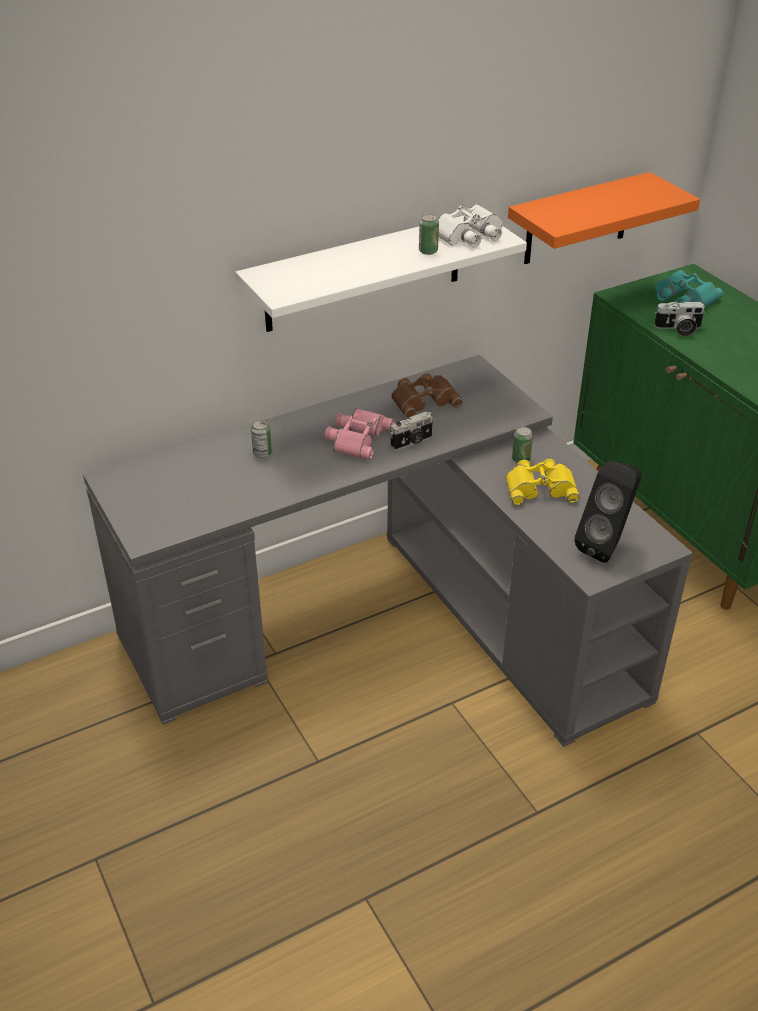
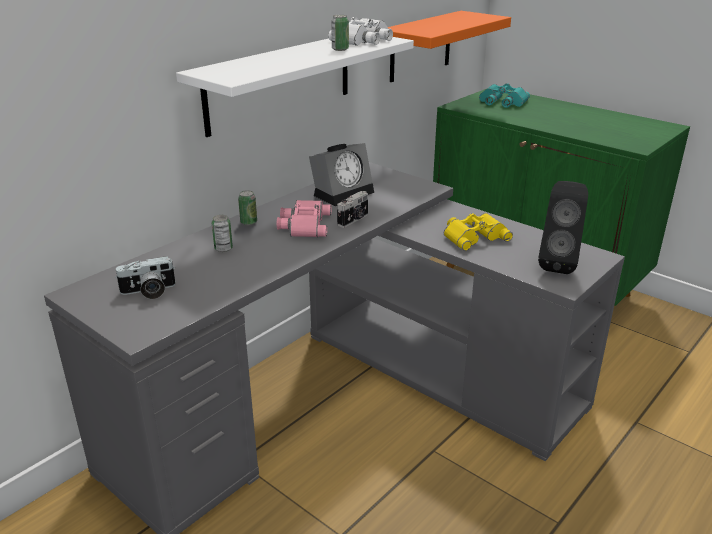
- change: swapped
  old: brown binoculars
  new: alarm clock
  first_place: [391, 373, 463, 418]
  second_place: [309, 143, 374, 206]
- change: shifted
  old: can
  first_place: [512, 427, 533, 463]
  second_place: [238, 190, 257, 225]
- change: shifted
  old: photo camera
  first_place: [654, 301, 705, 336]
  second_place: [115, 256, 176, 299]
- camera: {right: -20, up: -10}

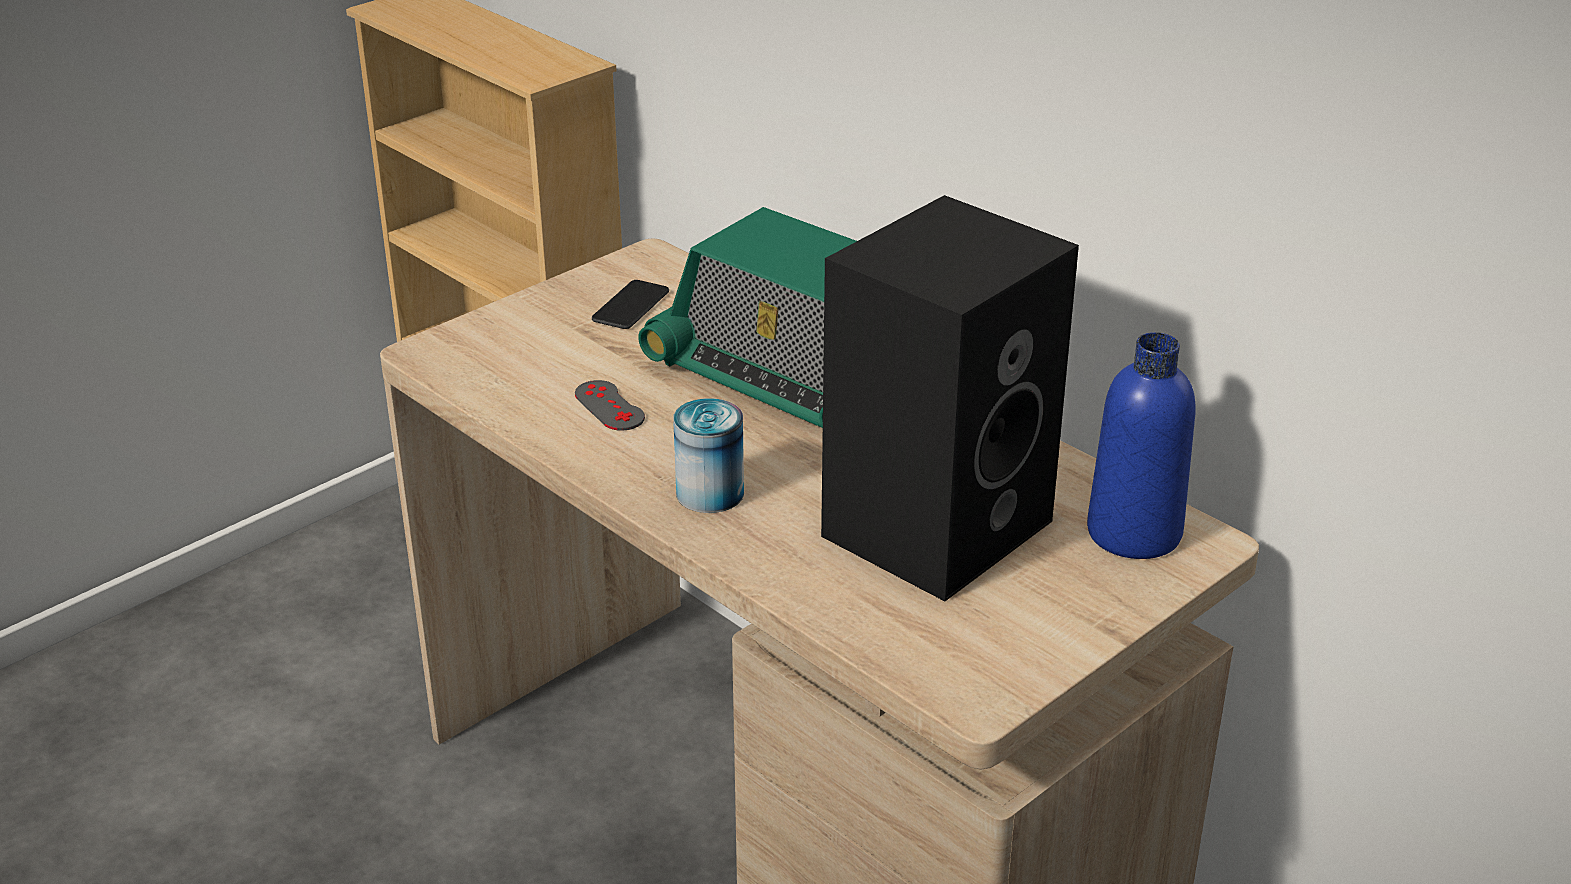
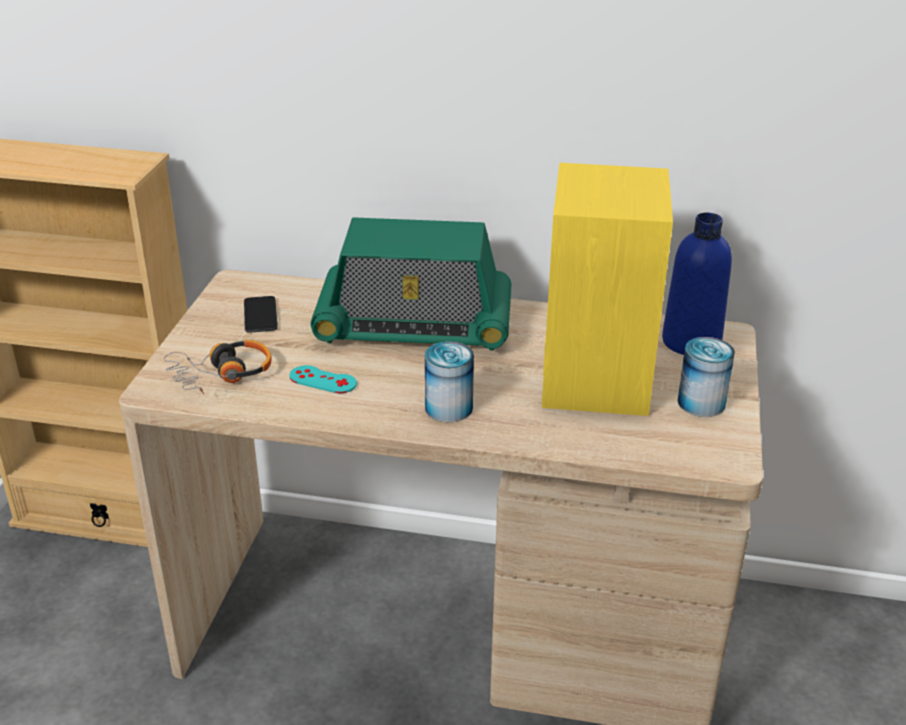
- change: repainted
  old: grey game controller
  new: turquoise game controller
  first_place: [575, 380, 645, 431]
  second_place: [289, 365, 357, 394]
- change: repainted
  old: black speaker
  new: yellow speaker
  first_place: [821, 195, 1079, 601]
  second_place: [542, 163, 673, 416]
- change: new
  new: headphones
  second_place: [164, 340, 272, 394]
- change: new
  new: can
  second_place: [678, 337, 735, 417]
- camera: {right: -35, up: 0}

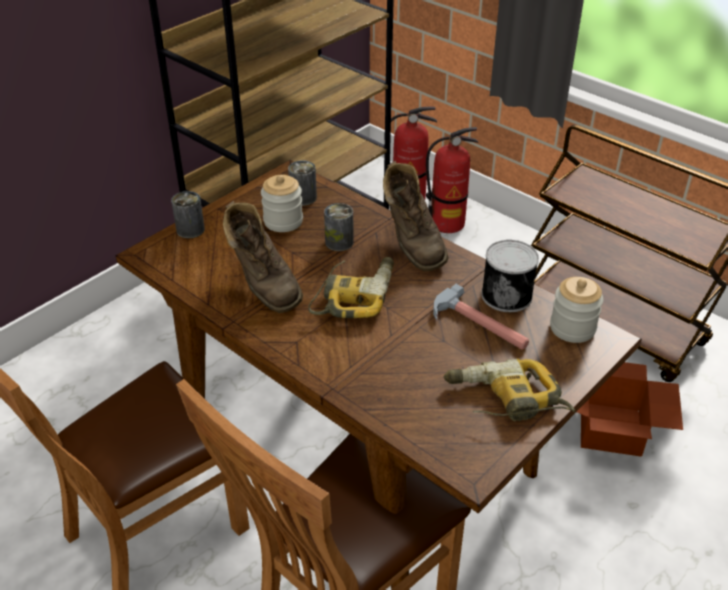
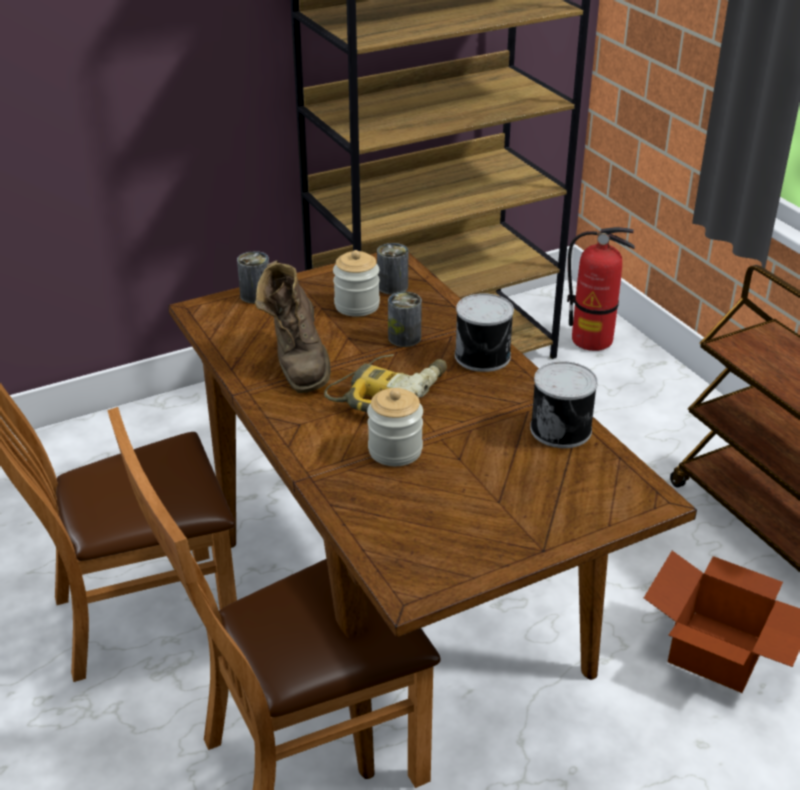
- change: swapped
  old: brown boot
  new: can
  first_place: [383, 161, 449, 271]
  second_place: [455, 293, 514, 372]
- change: gone
  old: fire extinguisher
  first_place: [426, 127, 478, 233]
- change: gone
  old: hammer
  first_place: [433, 284, 529, 350]
- change: gone
  old: power drill
  first_place: [444, 358, 575, 421]
- change: shifted
  old: jar
  first_place: [550, 277, 603, 343]
  second_place: [367, 388, 423, 466]
- camera: {right: 20, up: -5}

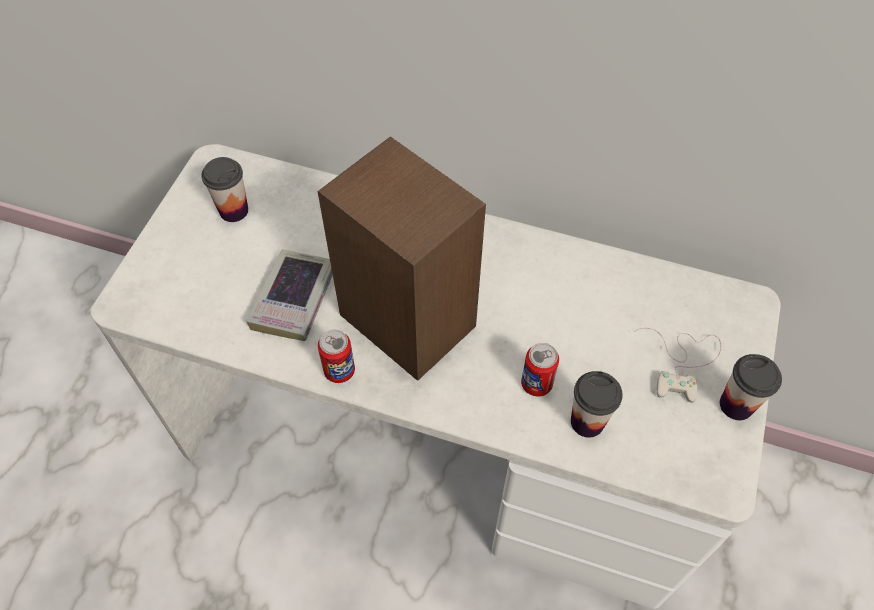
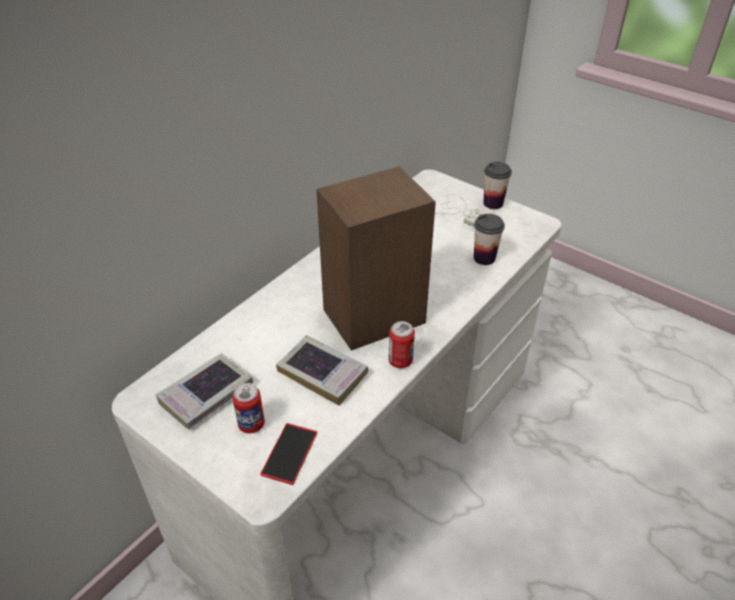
- change: swapped
  old: cup
  new: book
  first_place: [201, 157, 248, 222]
  second_place: [155, 353, 253, 430]
- change: shifted
  old: can
  first_place: [521, 343, 559, 396]
  second_place: [232, 383, 265, 434]
- change: new
  new: phone
  second_place: [260, 423, 317, 485]
- camera: {right: -70, up: -15}

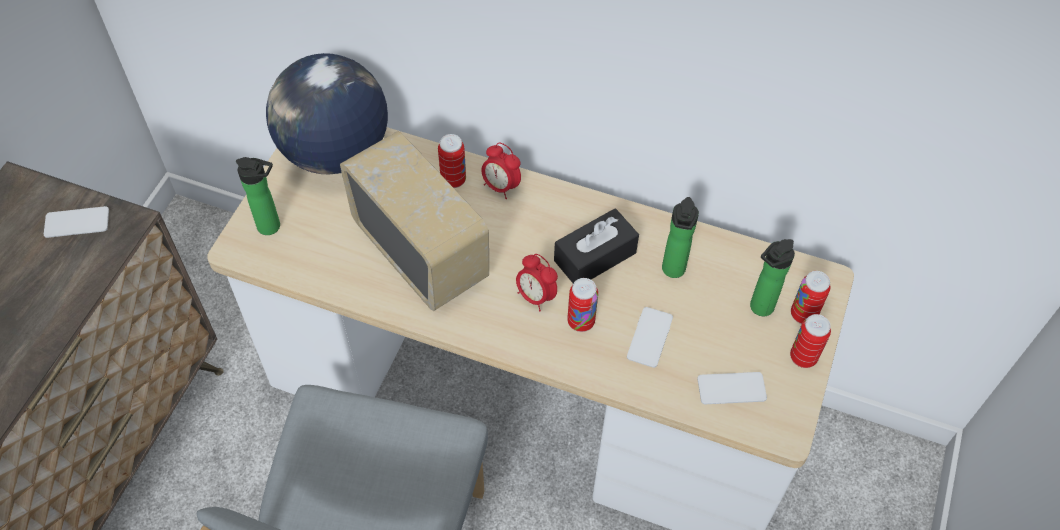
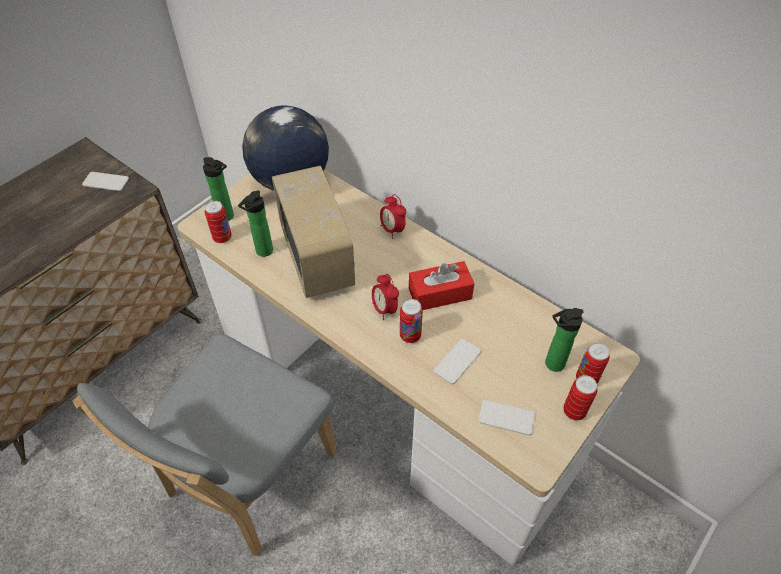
- change: shifted
  old: can
  first_place: [438, 134, 466, 188]
  second_place: [205, 201, 232, 243]
- change: repainted
  old: black tissue box
  new: red tissue box
  first_place: [554, 208, 639, 283]
  second_place: [409, 261, 474, 310]
- change: shifted
  old: bottle
  first_place: [662, 197, 699, 278]
  second_place: [238, 190, 273, 257]
- camera: {right: 20, up: -5}

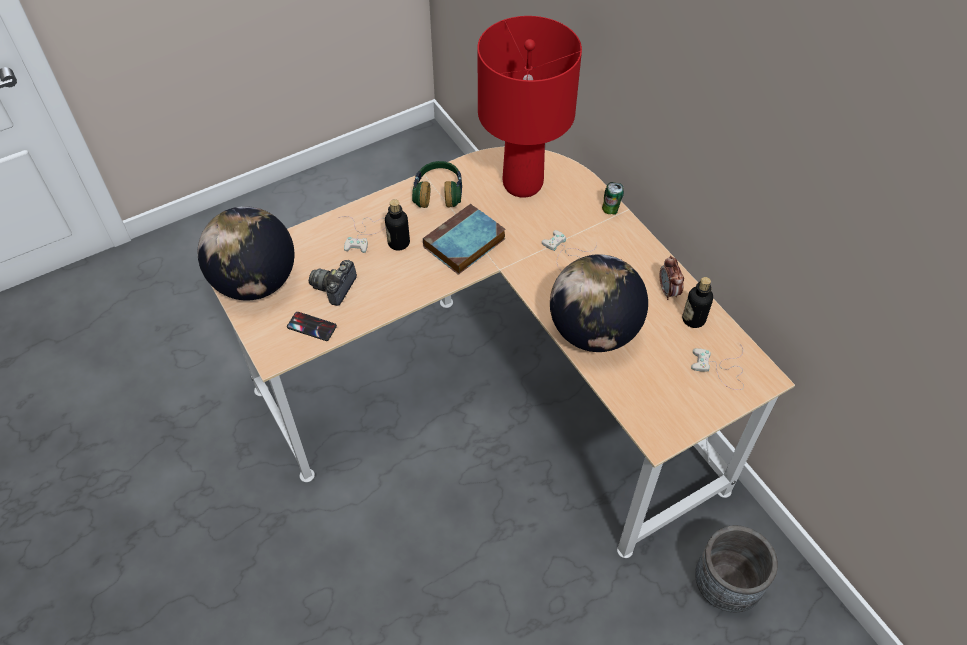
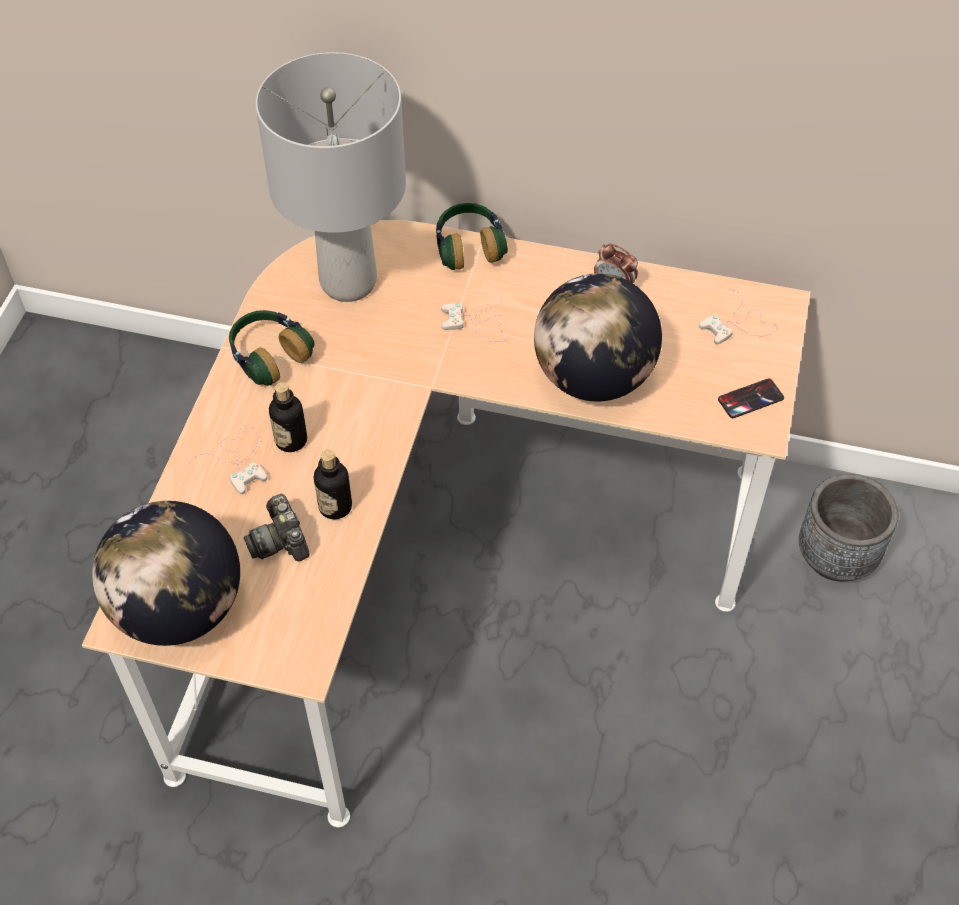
- change: shifted
  old: phone
  first_place: [287, 312, 337, 341]
  second_place: [718, 378, 784, 418]
- change: gone
  old: book
  first_place: [423, 204, 506, 275]
- change: repainted
  old: red table lamp
  new: grey table lamp
  first_place: [477, 16, 582, 198]
  second_place: [255, 52, 406, 302]
- change: swapped
  old: can
  new: headphones
  first_place: [602, 182, 624, 215]
  second_place: [436, 203, 508, 270]
- change: shifted
  old: bottle
  first_place: [682, 277, 713, 328]
  second_place: [314, 450, 352, 519]
- camera: {right: -45, up: 0}

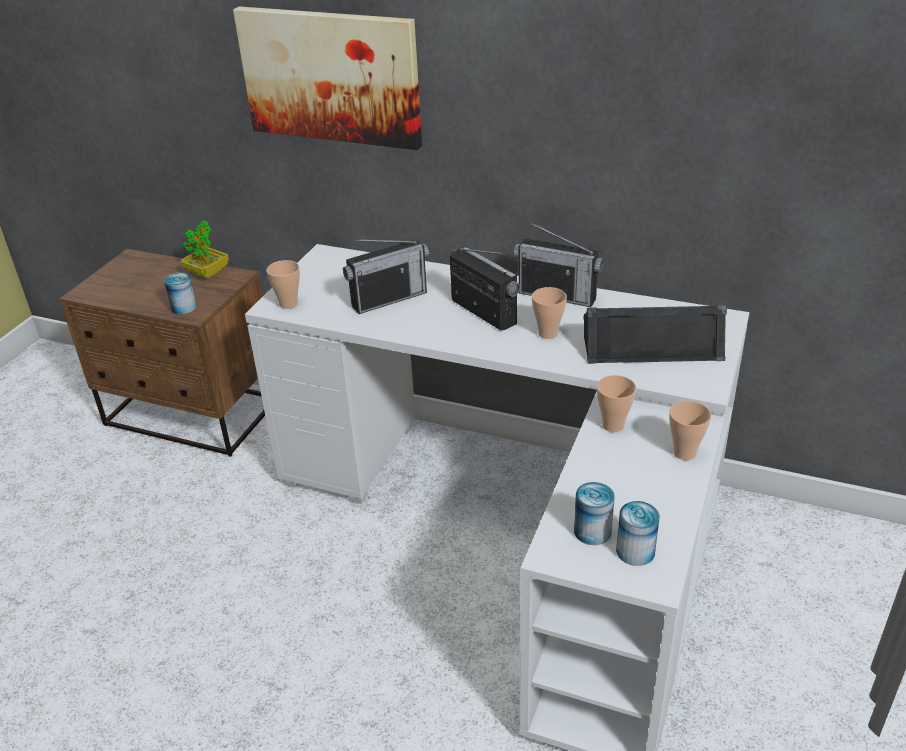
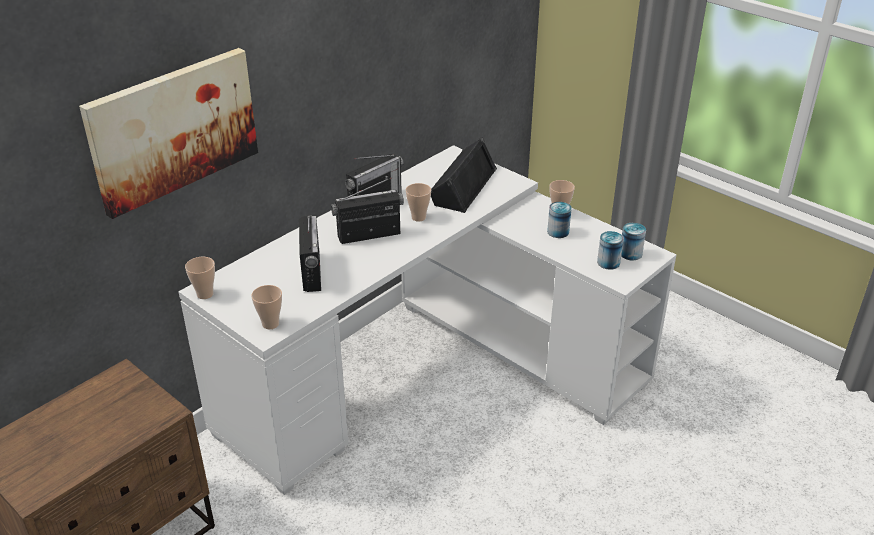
- change: shifted
  old: can
  first_place: [164, 272, 197, 314]
  second_place: [547, 202, 572, 238]
- change: gone
  old: potted plant
  first_place: [180, 220, 229, 278]
- change: shifted
  old: cup
  first_place: [597, 375, 636, 432]
  second_place: [185, 257, 215, 299]
- camera: {right: -70, up: 0}

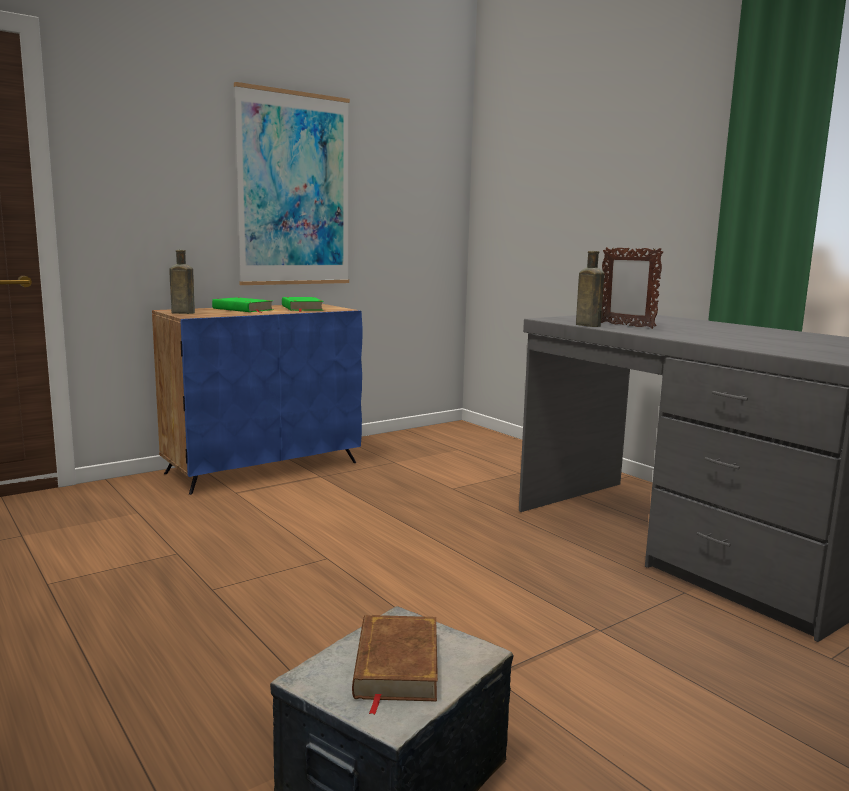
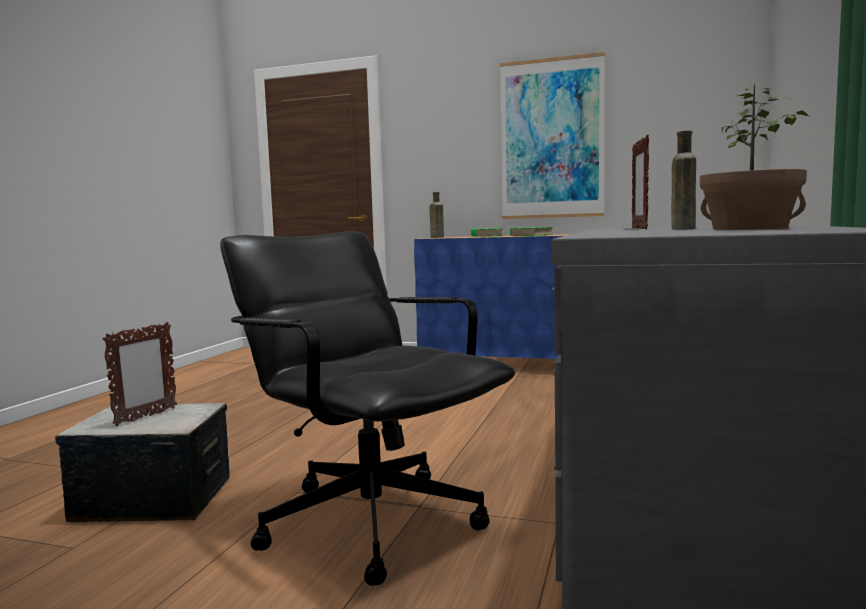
- change: swapped
  old: brown book
  new: picture frame
  first_place: [352, 615, 438, 715]
  second_place: [103, 322, 177, 426]
- change: shifted
  old: brown bottle
  first_place: [576, 251, 605, 327]
  second_place: [671, 130, 696, 230]
- change: new
  new: black office chair
  second_place: [220, 231, 515, 586]
- change: new
  new: potted plant
  second_place: [700, 83, 809, 230]
- camera: {right: 55, up: -5}

